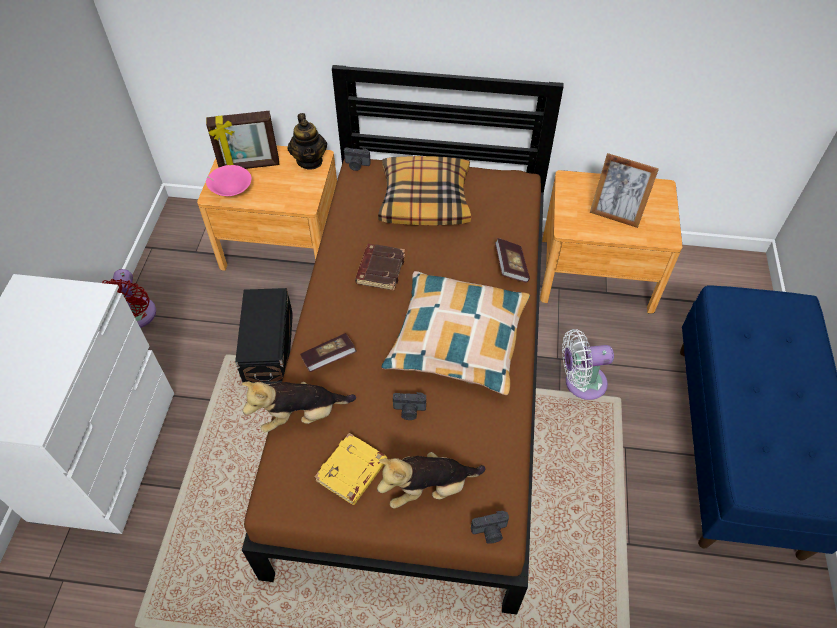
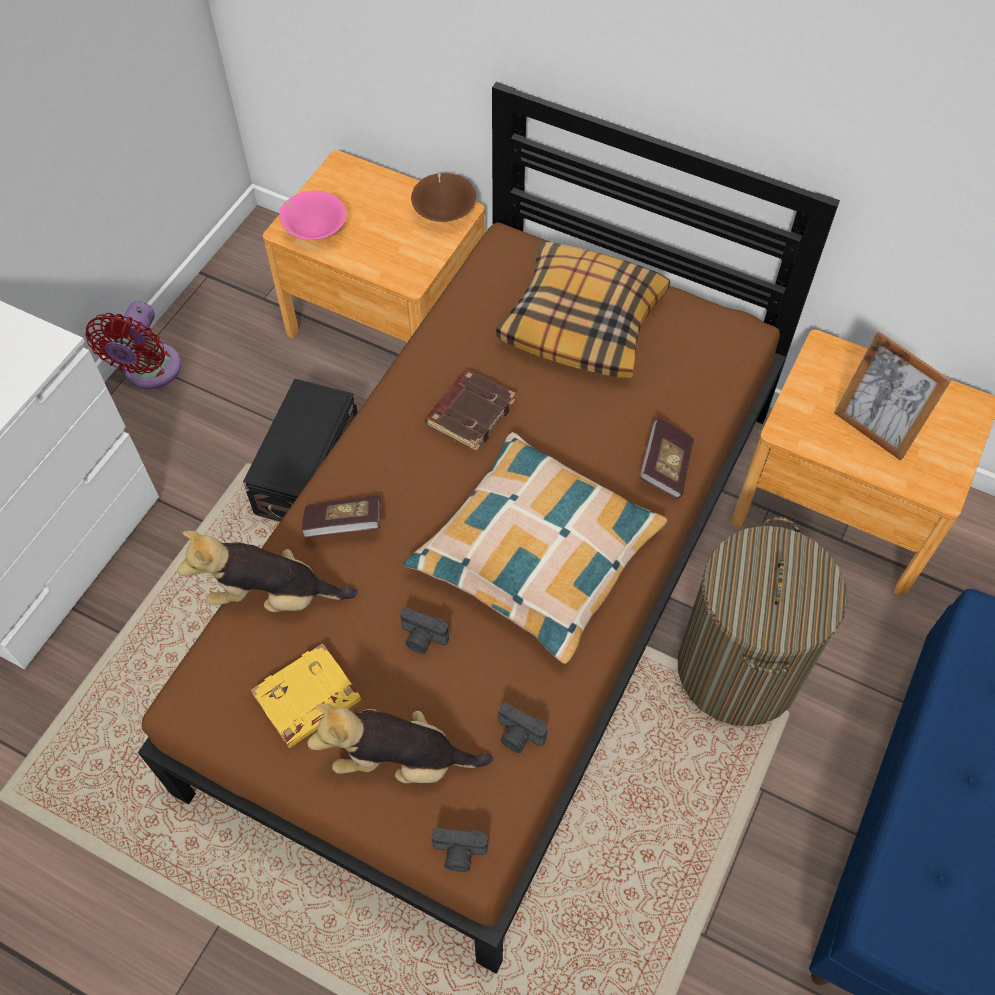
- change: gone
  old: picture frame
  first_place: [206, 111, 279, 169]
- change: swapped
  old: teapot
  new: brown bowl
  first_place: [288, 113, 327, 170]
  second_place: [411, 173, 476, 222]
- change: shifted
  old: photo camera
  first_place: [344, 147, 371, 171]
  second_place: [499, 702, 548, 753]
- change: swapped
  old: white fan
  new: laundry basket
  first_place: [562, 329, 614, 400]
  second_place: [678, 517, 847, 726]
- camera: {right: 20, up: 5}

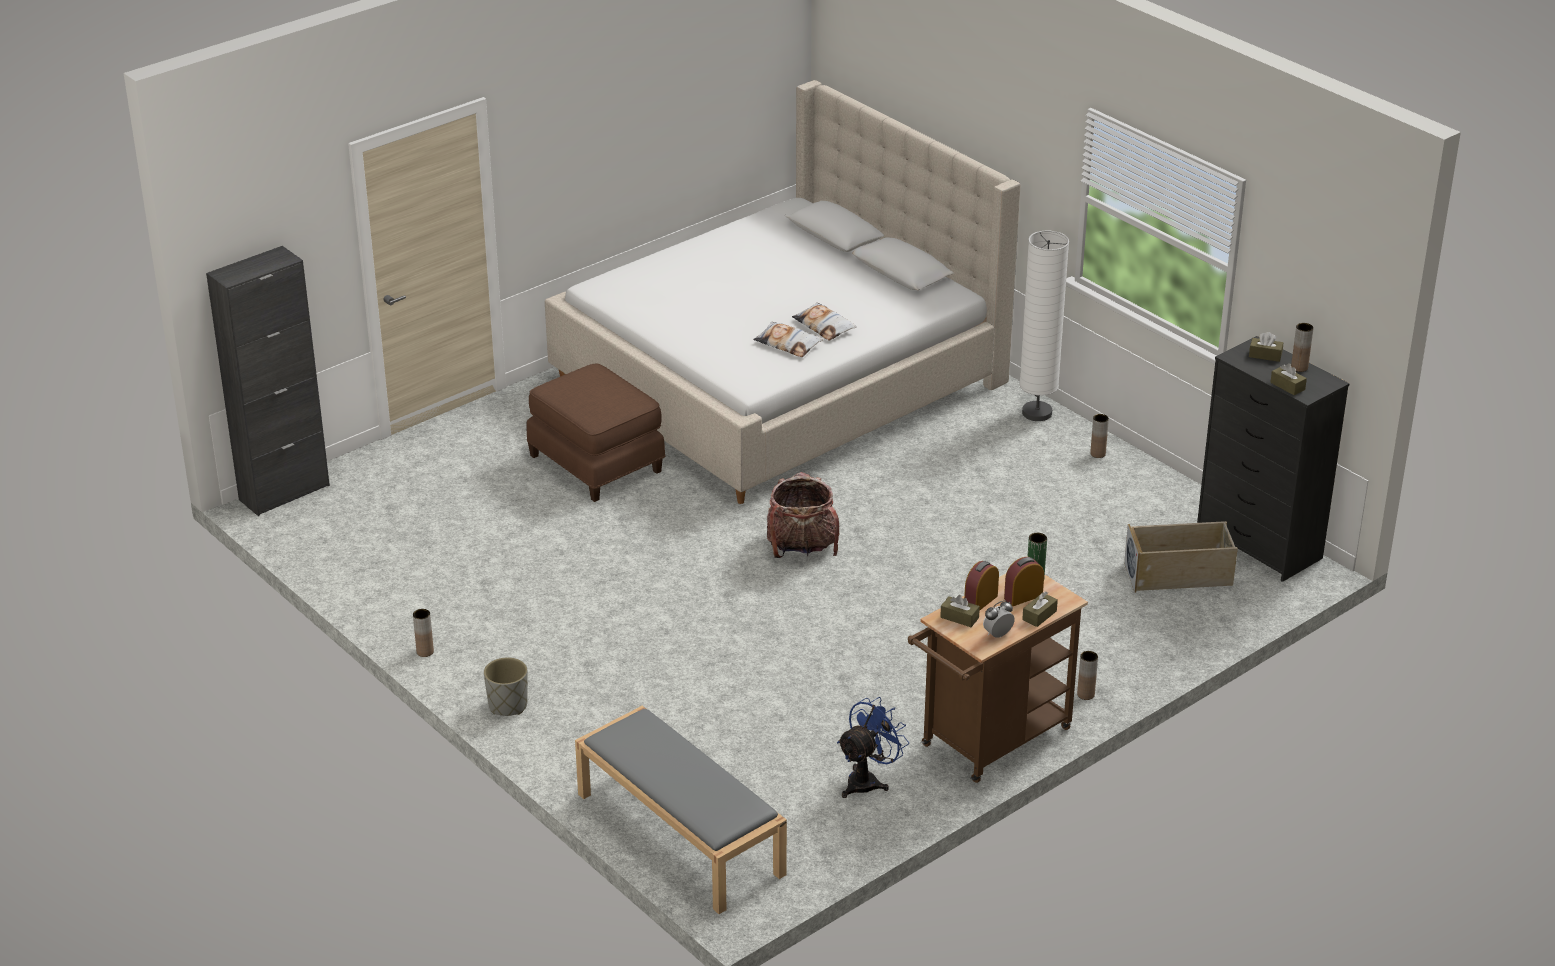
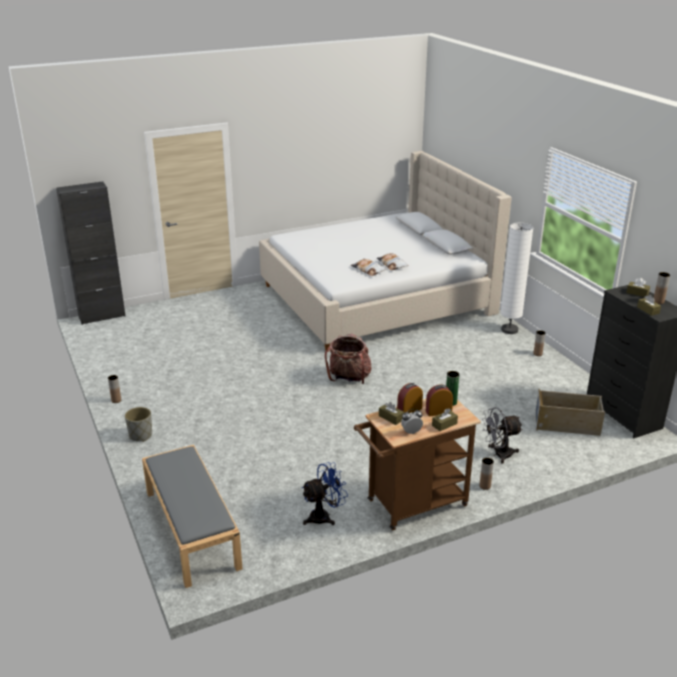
- change: gone
  old: brown ottoman
  first_place: [527, 363, 665, 502]
- change: new
  new: grey fan
  second_place: [482, 407, 523, 464]
- camera: {right: 15, up: -5}

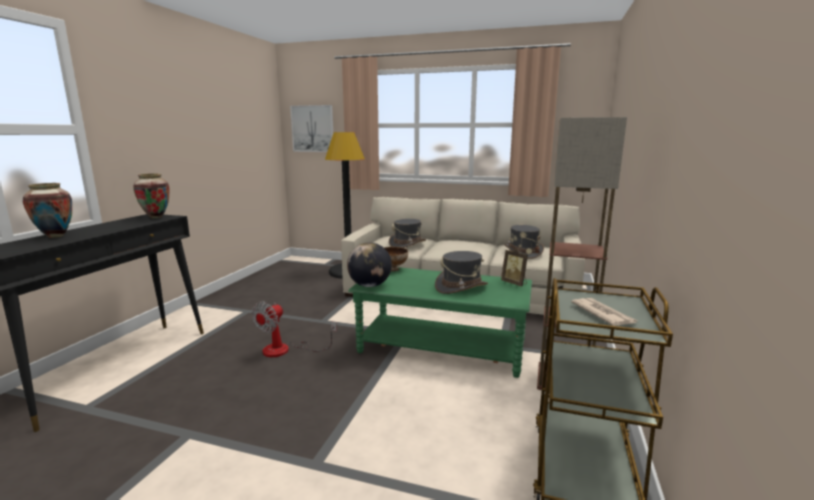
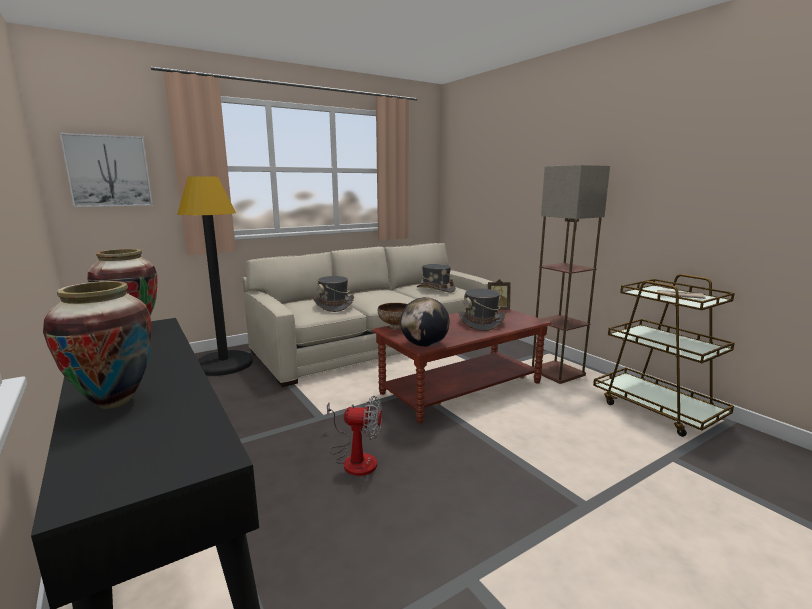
- change: rotated
  old: fan
  first_place: [251, 301, 337, 357]
  second_place: [327, 396, 382, 476]
  degrees: -60
- change: repainted
  old: green coffee table
  new: brown coffee table
  first_place: [348, 267, 532, 378]
  second_place: [372, 309, 552, 423]
- camera: {right: -50, up: 0}

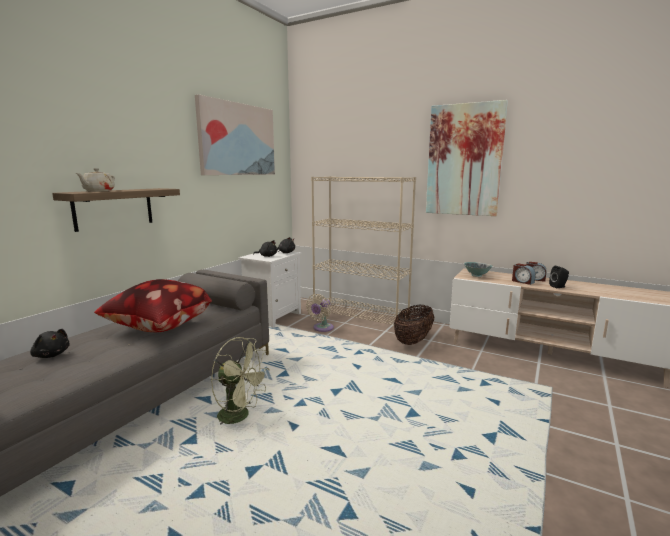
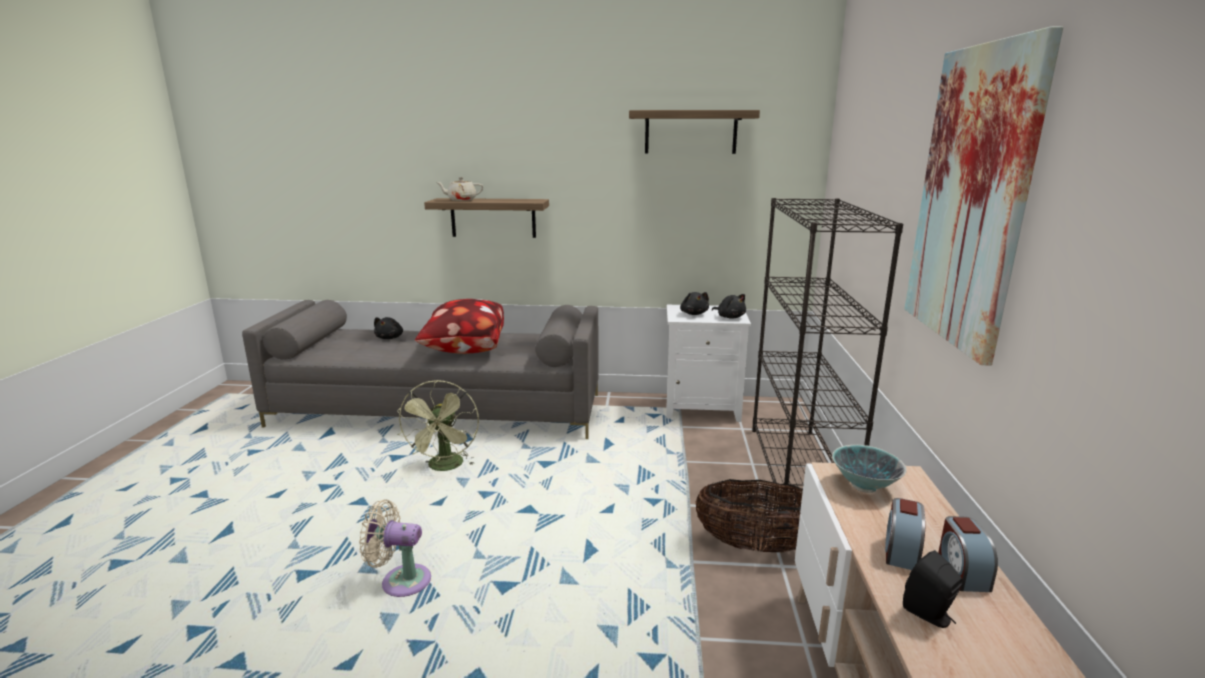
- change: swapped
  old: picture
  new: shelf
  first_place: [195, 94, 275, 175]
  second_place: [629, 110, 760, 154]
- change: shifted
  old: beige fan
  first_place: [306, 294, 334, 332]
  second_place: [359, 499, 431, 597]
- change: repainted
  old: beige bookcase
  new: black bookcase
  first_place: [311, 176, 416, 325]
  second_place: [752, 198, 903, 510]
- camera: {right: 65, up: 5}

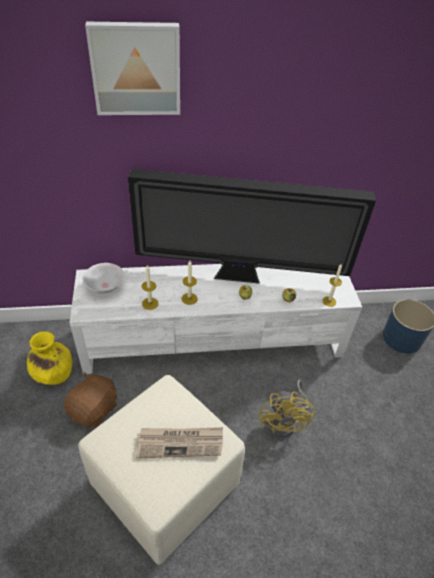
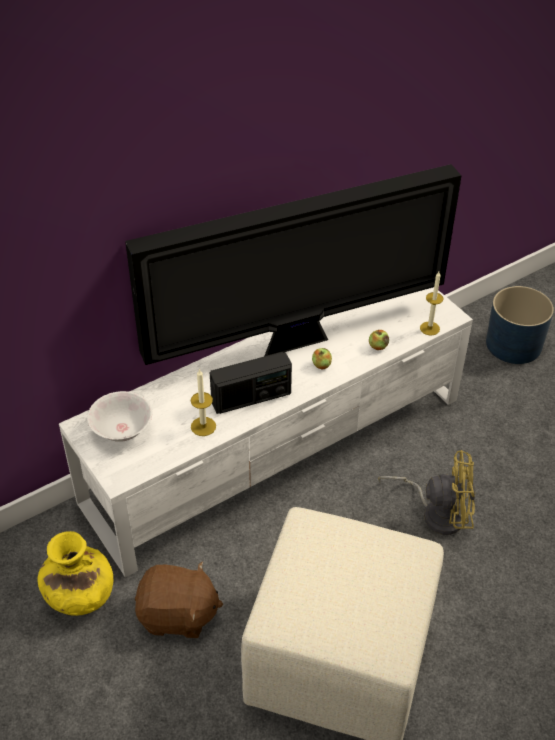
- change: rotated
  old: brown plush toy
  first_place: [64, 372, 117, 428]
  second_place: [135, 561, 223, 638]
  degrees: 90
- change: gone
  old: picture
  first_place: [85, 22, 180, 115]
- change: gone
  old: newspaper
  first_place: [136, 427, 223, 459]
- change: swapped
  old: candle
  new: radio
  first_place: [182, 261, 198, 305]
  second_place: [210, 352, 292, 414]
- change: rotated
  old: yellow fan
  first_place: [259, 379, 315, 438]
  second_place: [378, 450, 475, 535]
  degrees: -60
- camera: {right: -25, up: 0}

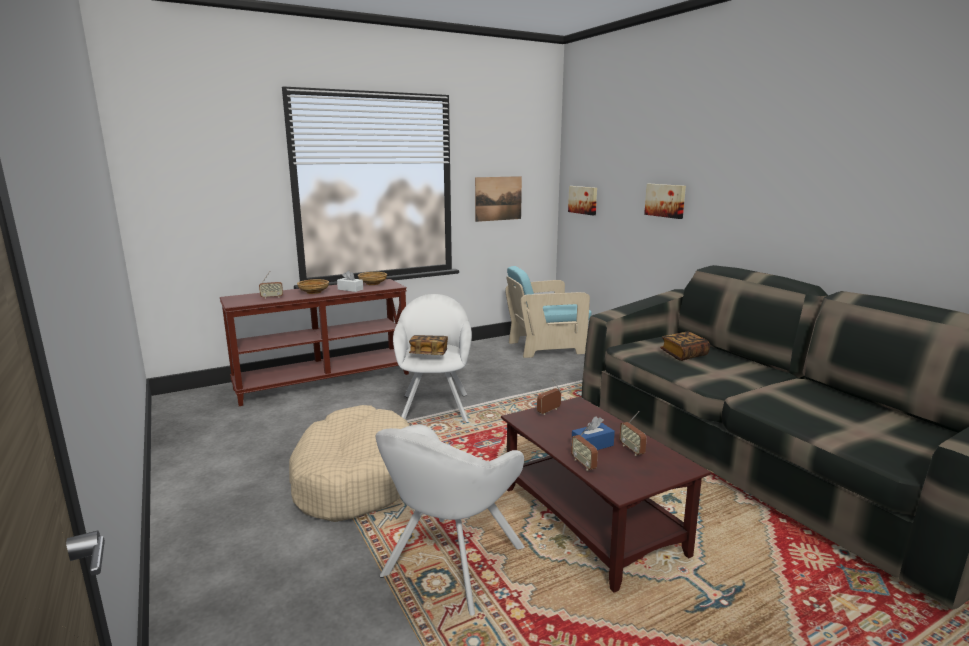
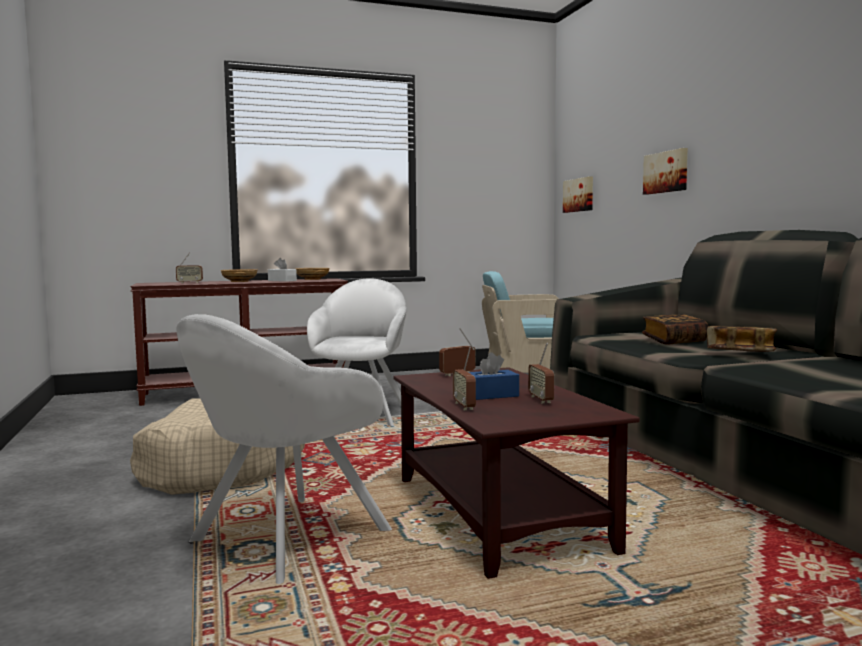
- change: shifted
  old: book
  first_place: [409, 335, 448, 355]
  second_place: [707, 326, 777, 352]
- change: gone
  old: picture
  first_place: [475, 176, 522, 222]
- camera: {right: 10, up: -10}

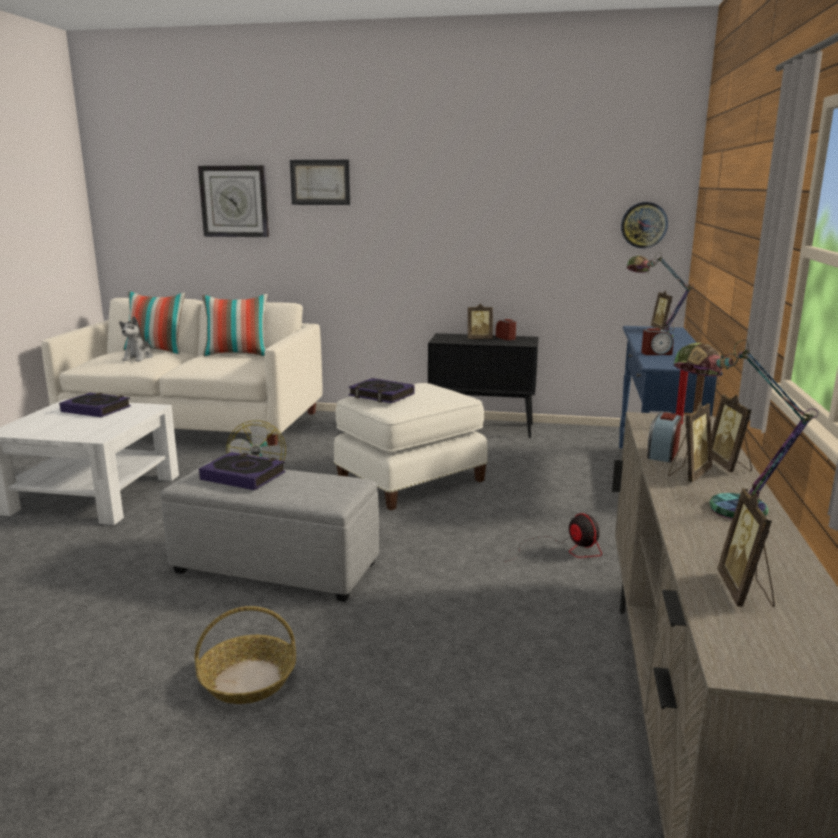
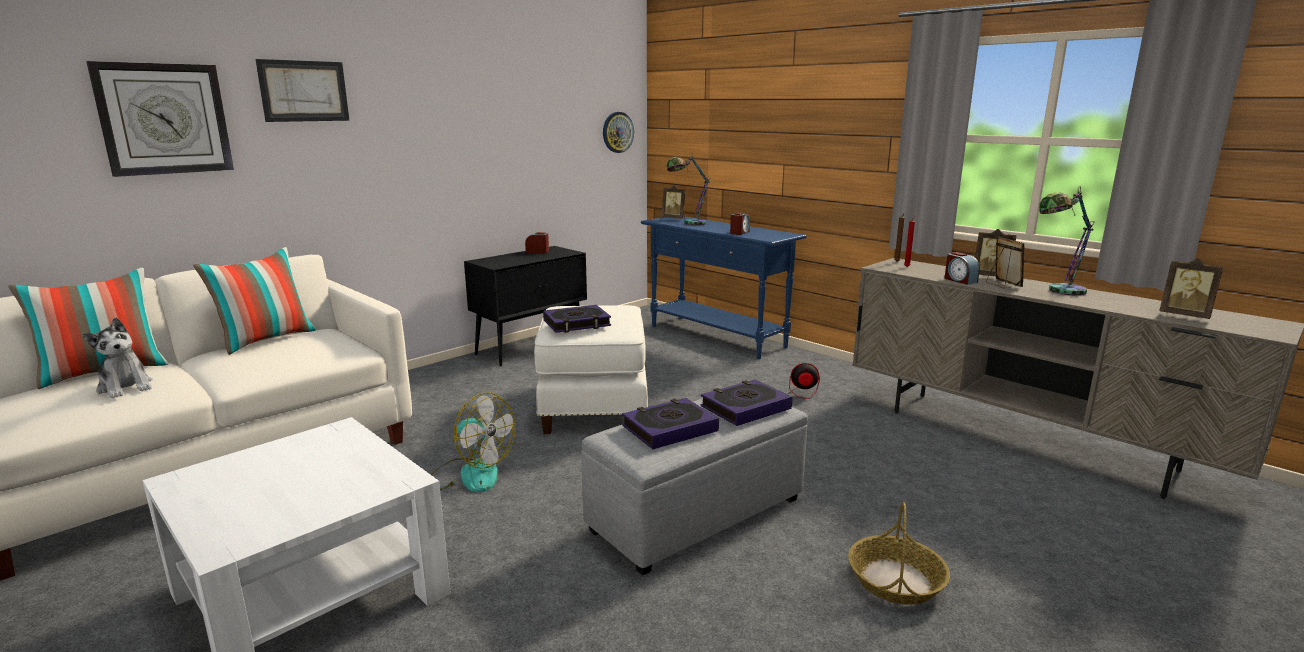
- change: shifted
  old: book
  first_place: [59, 393, 131, 417]
  second_place: [701, 380, 792, 426]
- change: gone
  old: picture frame
  first_place: [468, 304, 493, 339]
- camera: {right: -55, up: 0}

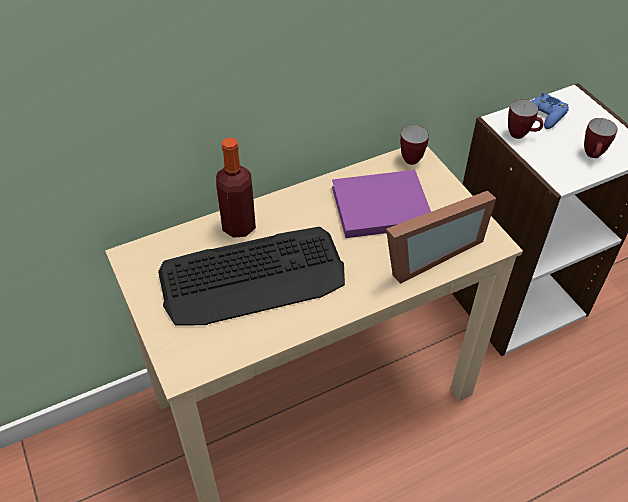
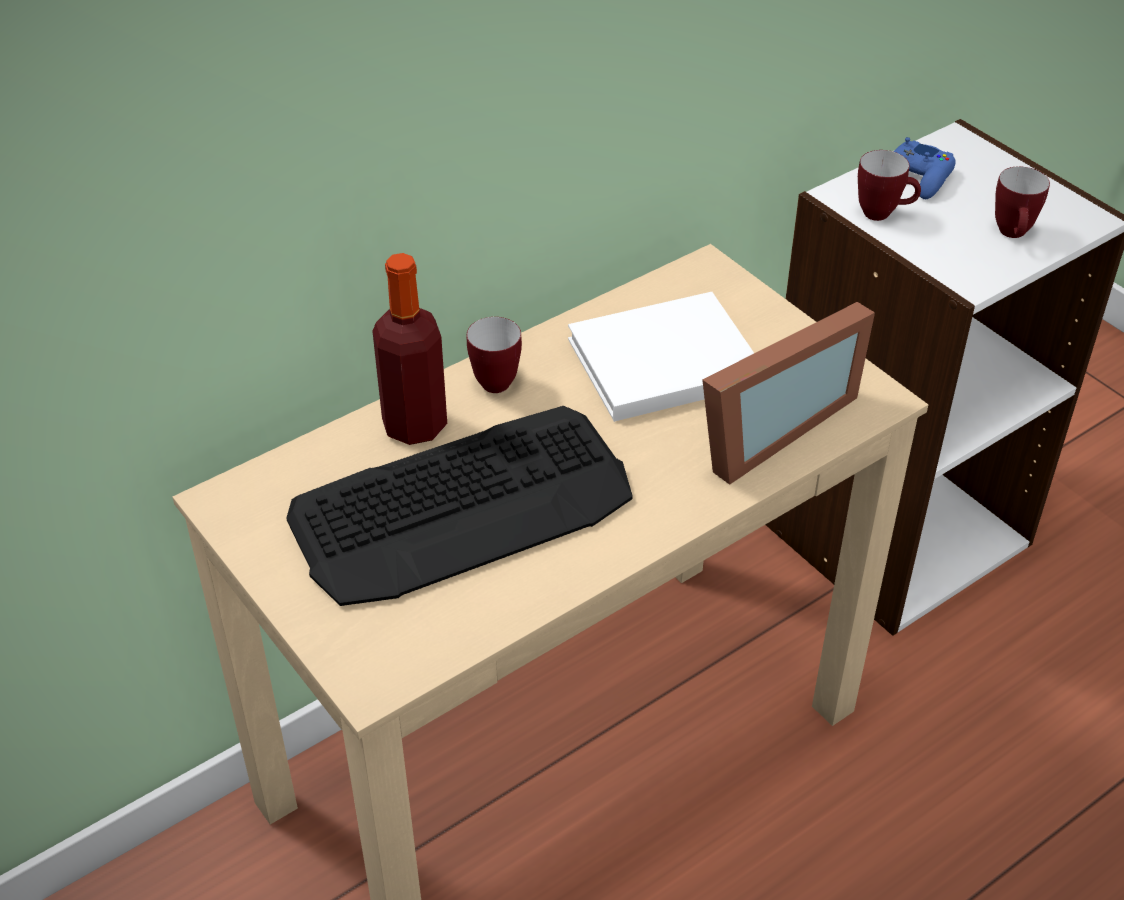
- change: repainted
  old: purple book
  new: white book
  first_place: [332, 170, 431, 238]
  second_place: [568, 292, 754, 422]
- change: shifted
  old: mug
  first_place: [400, 125, 429, 165]
  second_place: [467, 317, 522, 393]
- camera: {right: -10, up: -5}

